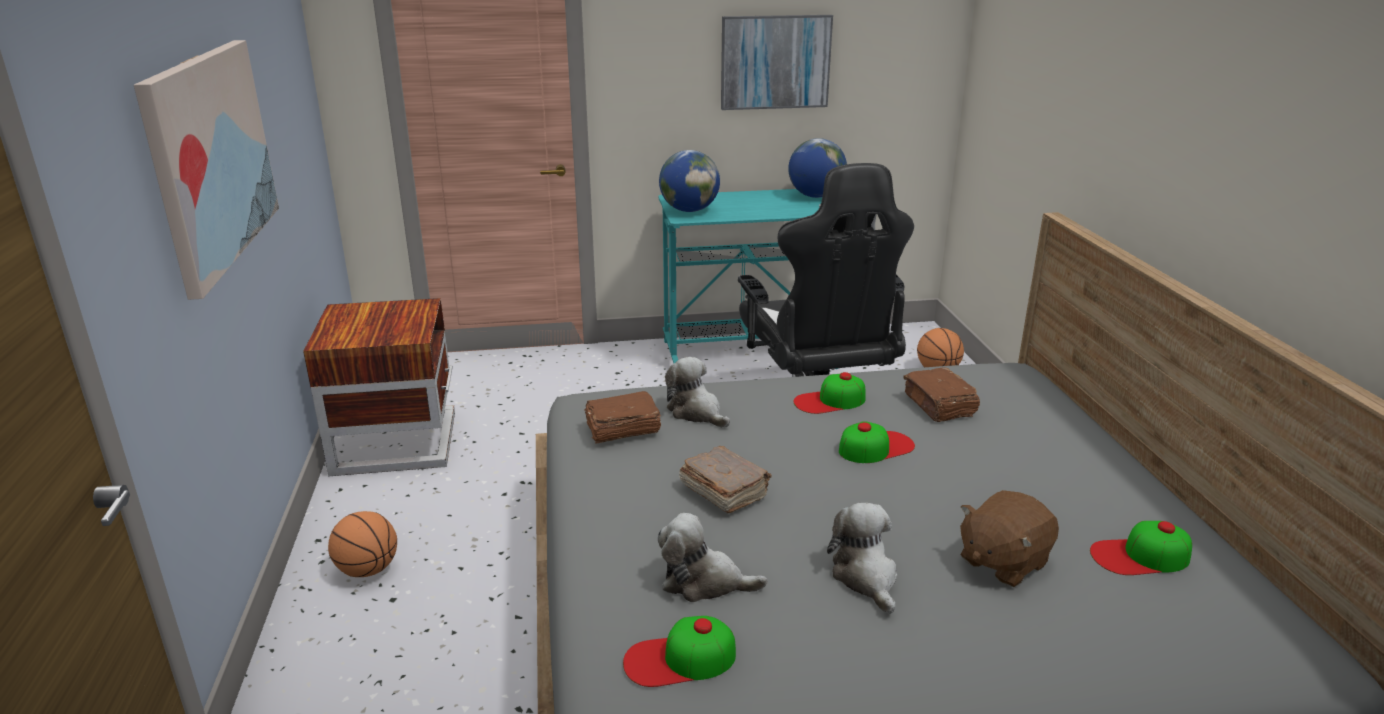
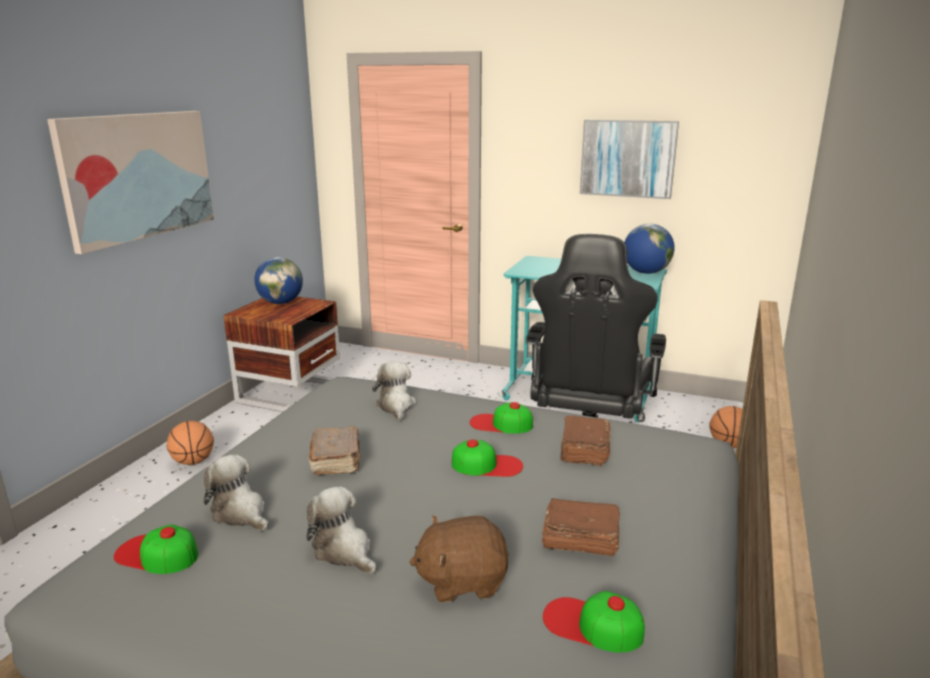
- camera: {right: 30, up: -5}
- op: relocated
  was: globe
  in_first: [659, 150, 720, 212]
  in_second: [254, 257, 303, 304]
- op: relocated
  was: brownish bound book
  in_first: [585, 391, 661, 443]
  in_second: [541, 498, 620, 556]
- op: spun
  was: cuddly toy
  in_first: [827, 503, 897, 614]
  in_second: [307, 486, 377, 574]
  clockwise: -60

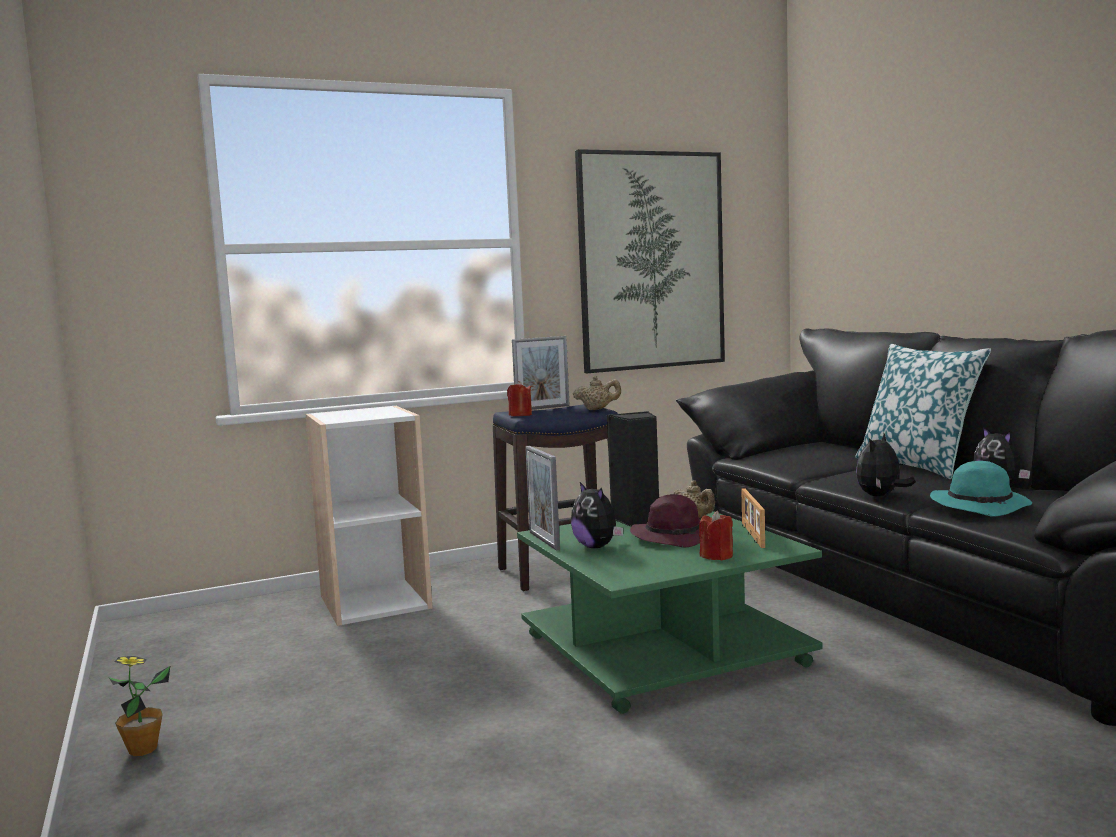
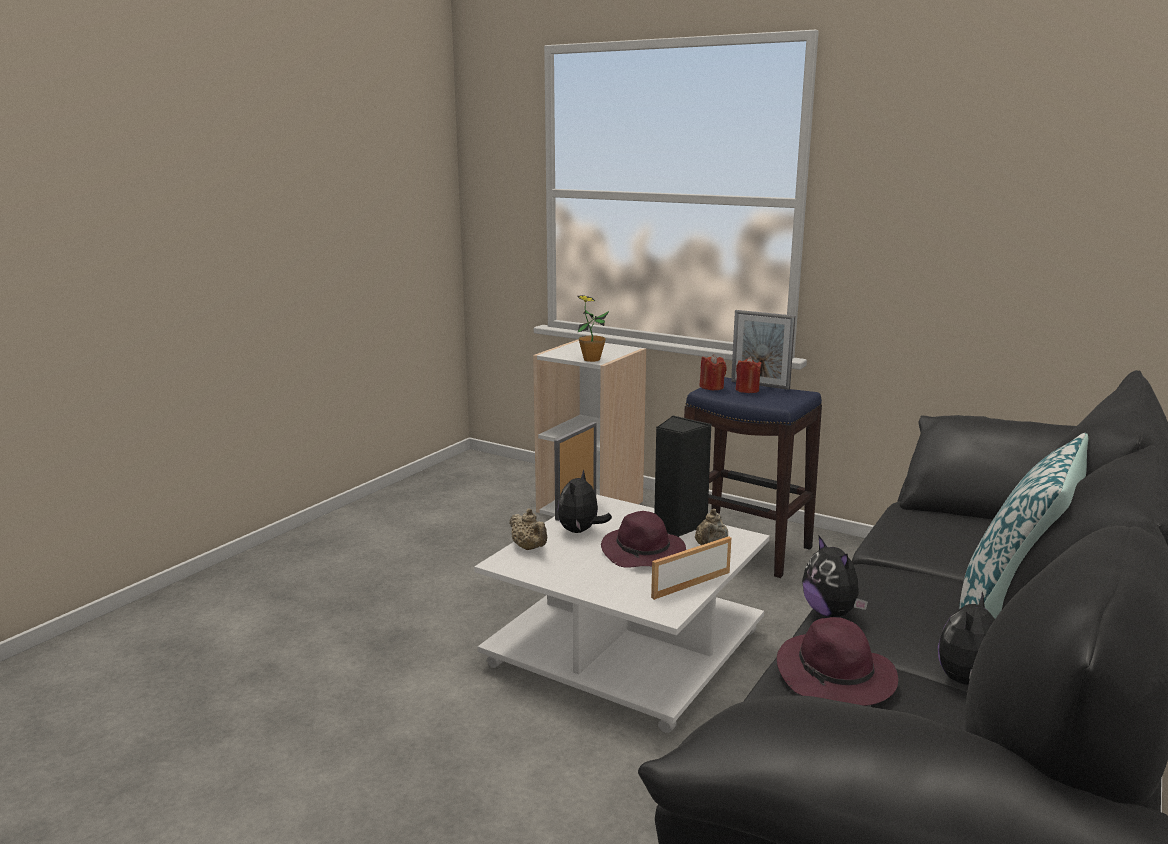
- camera: {right: 55, up: 10}
- op: missing
  was: wall art
  in_first: [575, 149, 725, 373]
- op: relocated
  was: beige teapot
  in_first: [573, 376, 621, 410]
  in_second: [509, 508, 547, 550]
- op: spun
  was: cuddly toy
  in_first: [856, 434, 916, 496]
  in_second: [802, 536, 868, 617]
  clockwise: -120
- op: colour
  was: turquoise-coloured clothing hat
  now: purple clothing hat
  in_first: [930, 461, 1032, 516]
  in_second: [777, 617, 898, 706]
- op: colour
  was: green-coloured lounge table
  now: white lounge table
  in_first: [517, 511, 822, 714]
  in_second: [474, 494, 769, 733]
- op: relocated
  was: red wax candle
  in_first: [699, 511, 733, 560]
  in_second: [736, 357, 761, 393]
- op: relocated
  was: houseplant
  in_first: [108, 656, 170, 756]
  in_second: [577, 295, 609, 362]

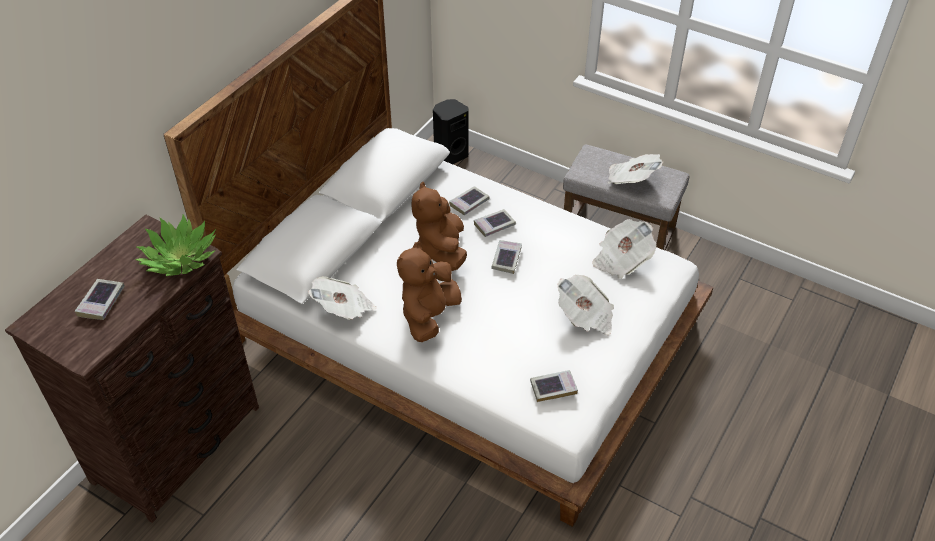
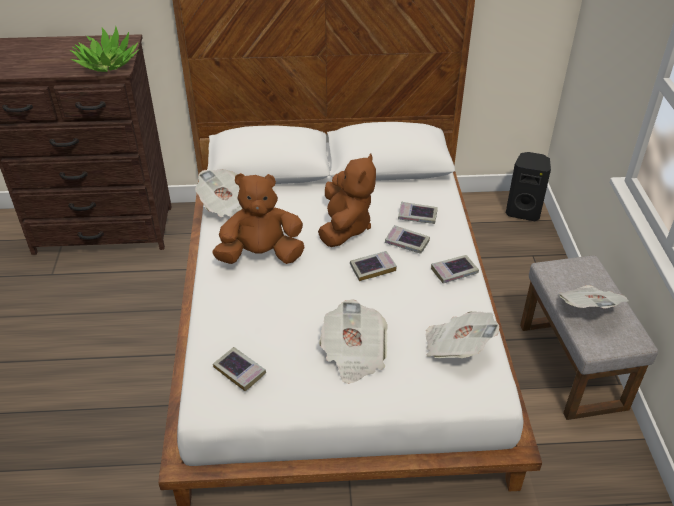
- camera: {right: 55, up: -5}
- op: spun
  was: brownish cuddly toy
  in_first: [411, 182, 467, 271]
  in_second: [318, 153, 376, 247]
  clockwise: 135
- op: relocated
  was: bound book
  in_first: [75, 279, 125, 320]
  in_second: [431, 255, 479, 284]

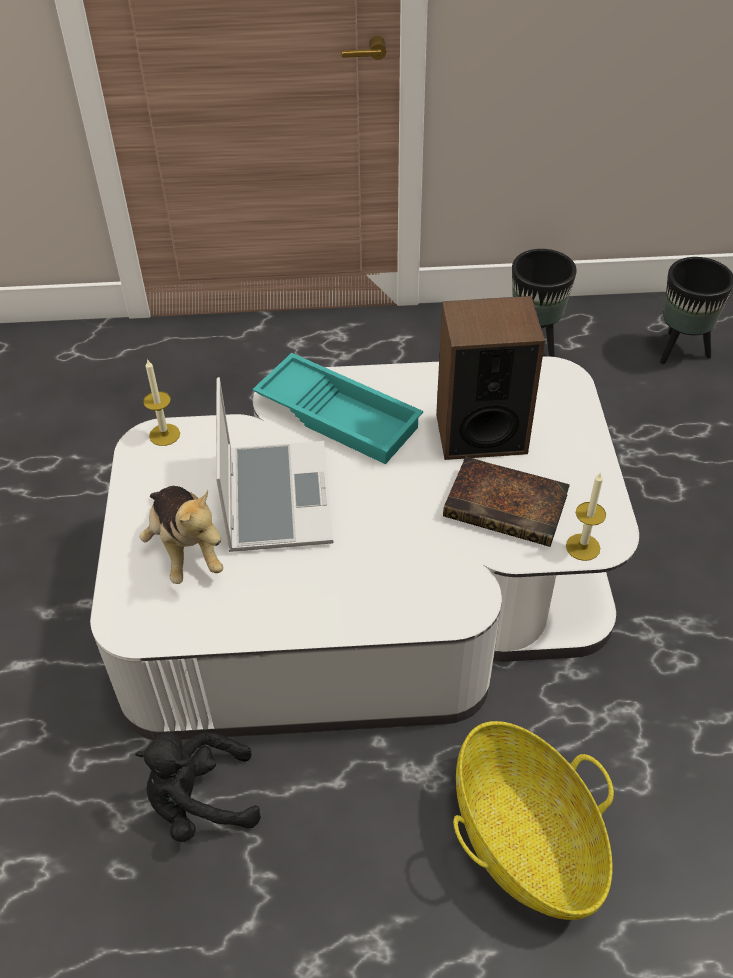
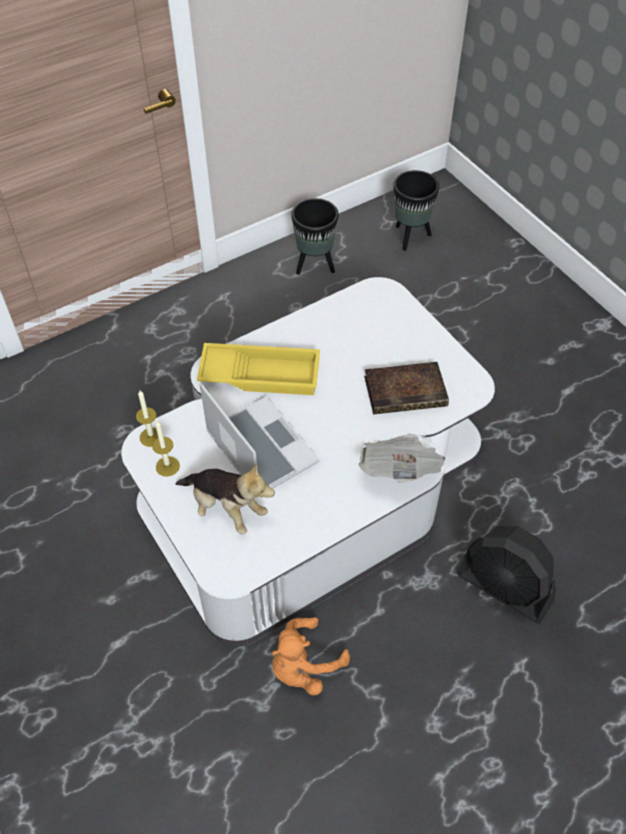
- camera: {right: -30, up: 5}
- op: missing
  was: speaker
  in_first: [436, 296, 545, 460]
- op: colour
  was: turquoise-coloured tray
  now: yellowish tray
  in_first: [252, 353, 423, 464]
  in_second: [197, 343, 320, 395]
- op: relocated
  was: wax candle
  in_first: [566, 472, 606, 561]
  in_second: [152, 421, 180, 477]
- op: exchanged
  was: basket
  now: black-coloured fan
  in_first: [453, 721, 614, 920]
  in_second: [457, 526, 556, 624]
- op: colour
  was: black-coloured cuddly toy
  now: orange-coloured cuddly toy
  in_first: [135, 732, 261, 842]
  in_second: [271, 617, 350, 695]
- op: appeared
  now: daily paper
  in_second: [359, 434, 445, 483]

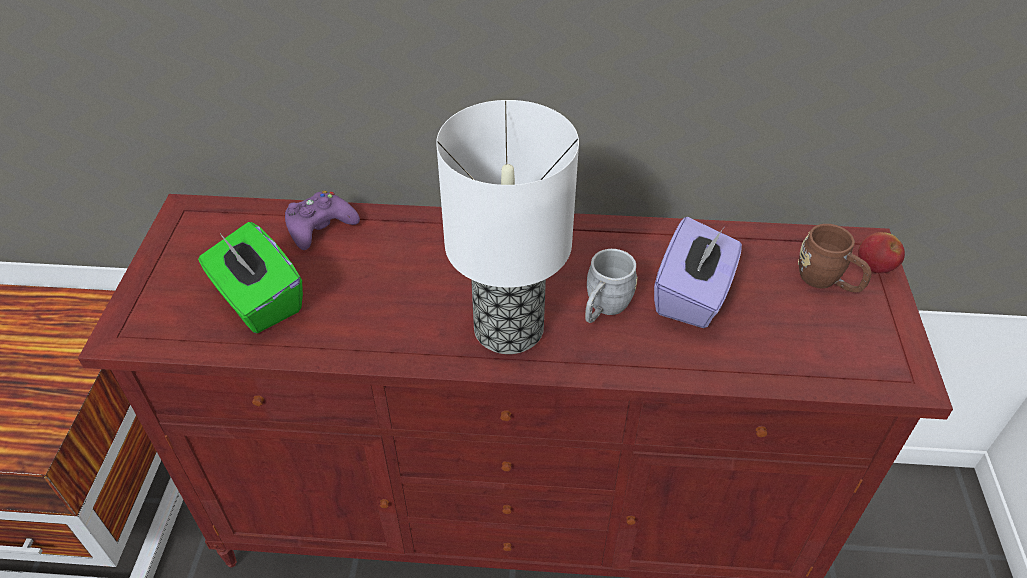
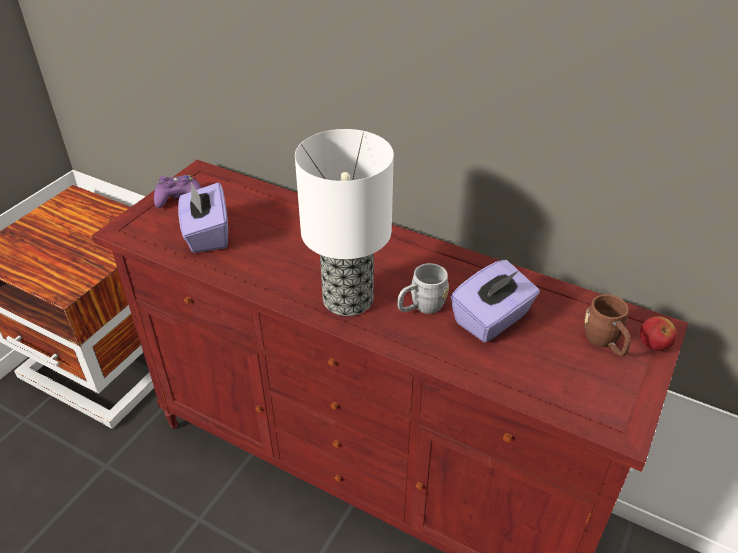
- camera: {right: 25, up: -5}
- op: relocated
  was: purple joypad
  in_first: [285, 191, 360, 250]
  in_second: [154, 175, 201, 208]
- op: colour
  was: green-coloured box of tissues
  now: purple box of tissues
  in_first: [198, 222, 303, 333]
  in_second: [178, 182, 228, 253]

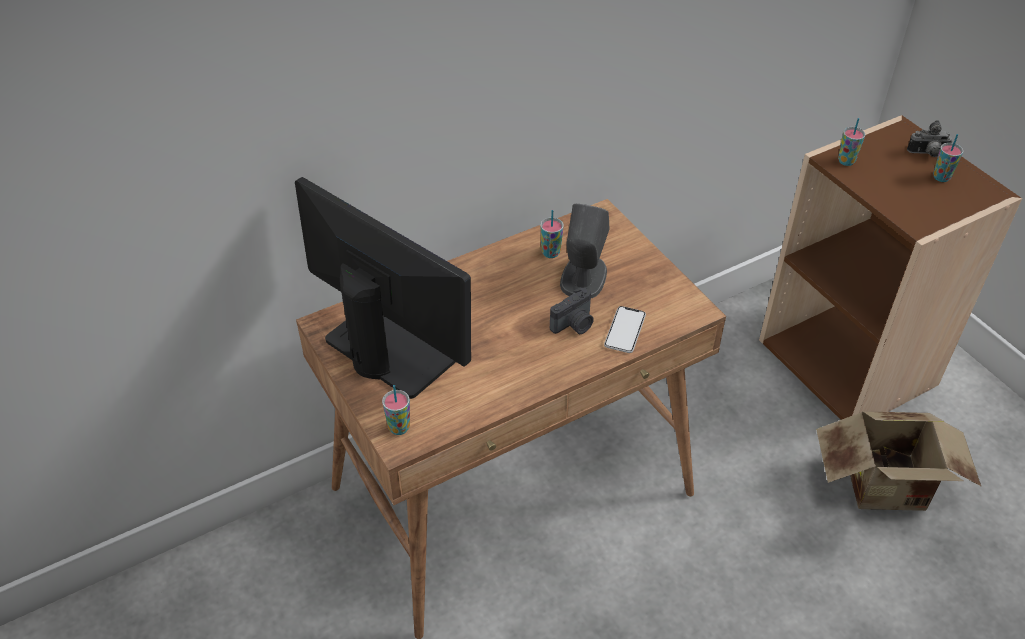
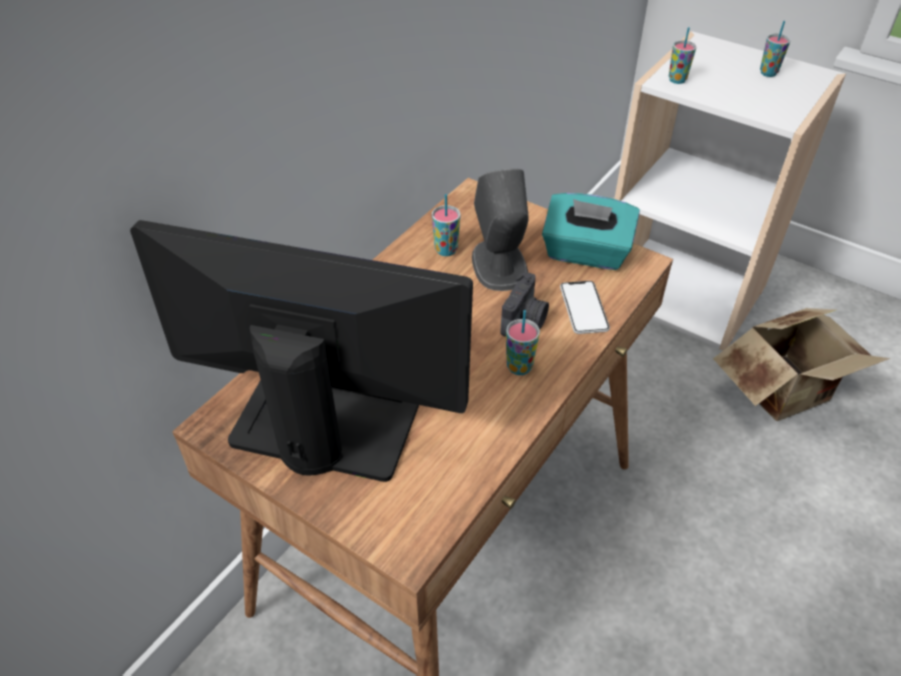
- camera: {right: -25, up: 0}
- op: colour
  was: brownish bookcase
  now: white bookcase
  in_first: [759, 115, 1022, 420]
  in_second: [615, 31, 846, 351]
- op: missing
  was: still camera
  in_first: [907, 120, 952, 157]
- op: relocated
  was: drinking cup
  in_first: [382, 385, 410, 435]
  in_second: [506, 310, 540, 375]
- op: appeared
  now: turquoise-coloured box of tissues
  in_second: [542, 193, 640, 270]

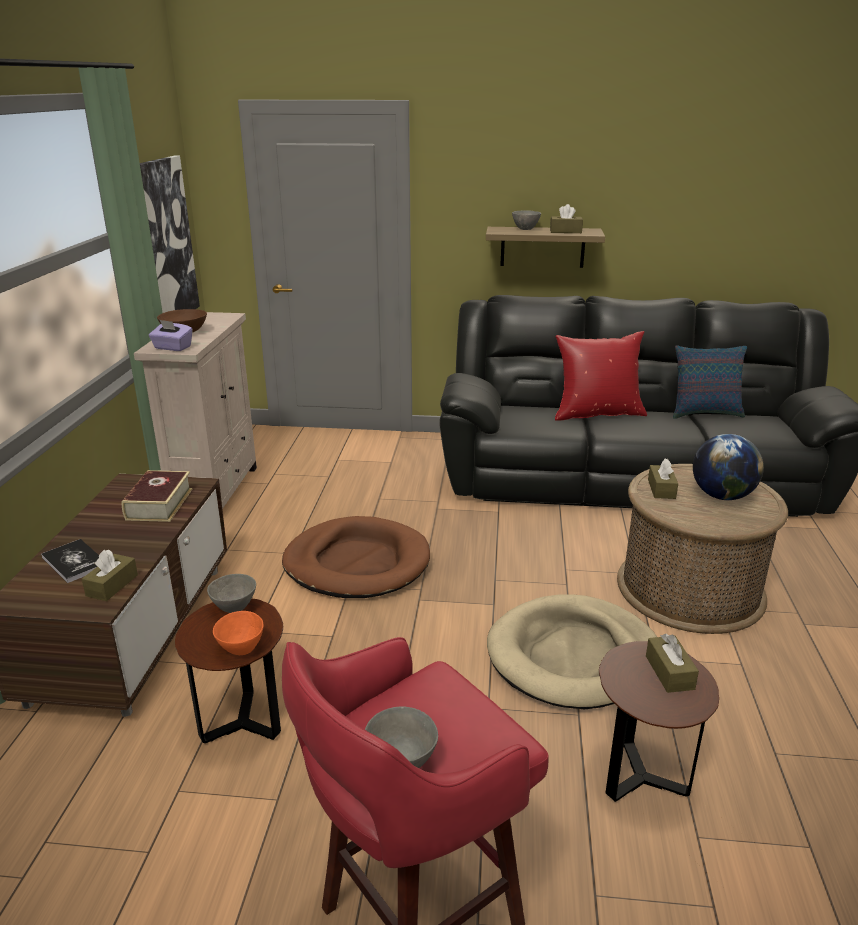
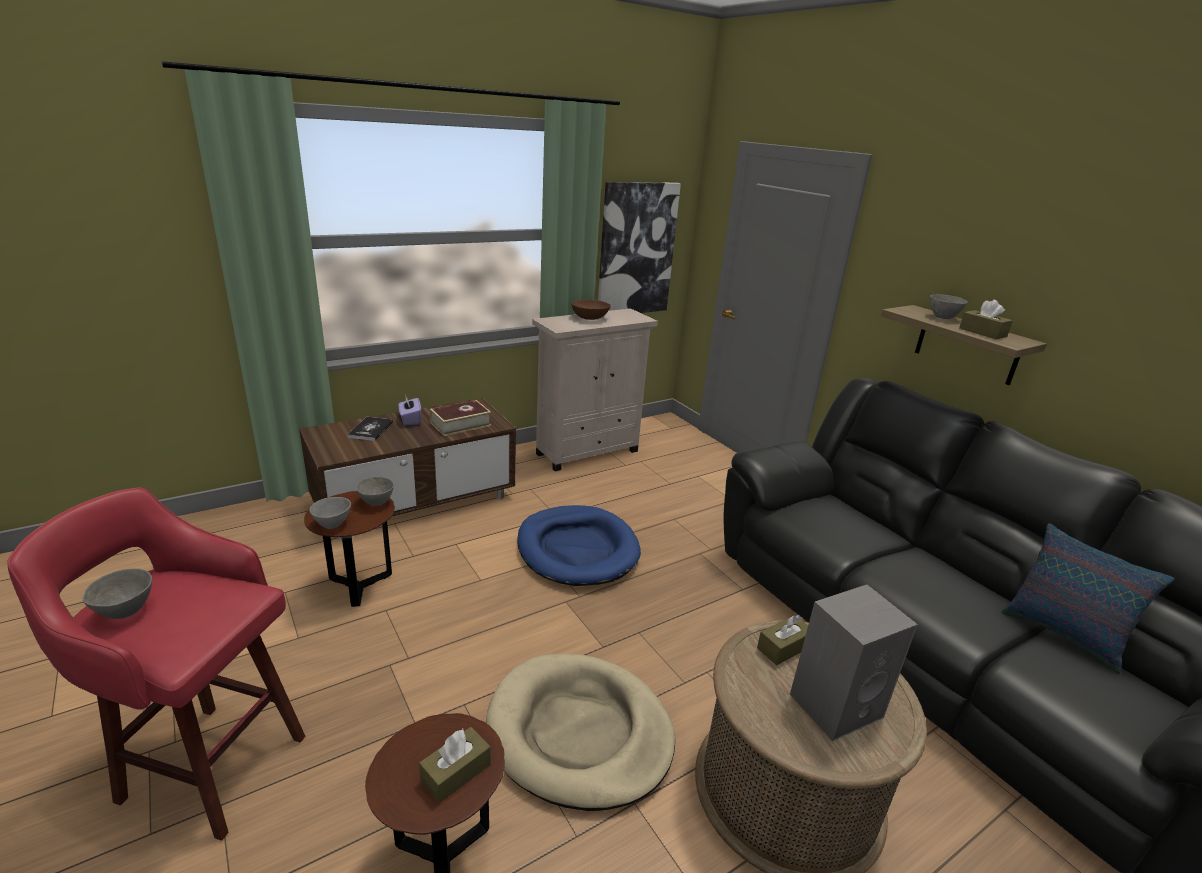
- camera: {right: 50, up: 0}
- op: relocated
  was: purple box of tissues
  in_first: [149, 320, 193, 351]
  in_second: [398, 397, 421, 425]
- op: missing
  was: red throw pillow
  in_first: [555, 331, 647, 421]
- op: exchanged
  was: globe
  now: gray speaker
  in_first: [693, 434, 764, 500]
  in_second: [790, 585, 918, 741]
- op: colour
  was: brownish pet bed
  now: blue-coloured pet bed
  in_first: [282, 516, 430, 598]
  in_second: [517, 505, 641, 586]
- op: missing
  was: brownish box of tissues
  in_first: [82, 550, 138, 601]
- op: colour
  was: orange-coloured serving bowl
  now: gray serving bowl
  in_first: [213, 611, 264, 655]
  in_second: [309, 497, 351, 529]

